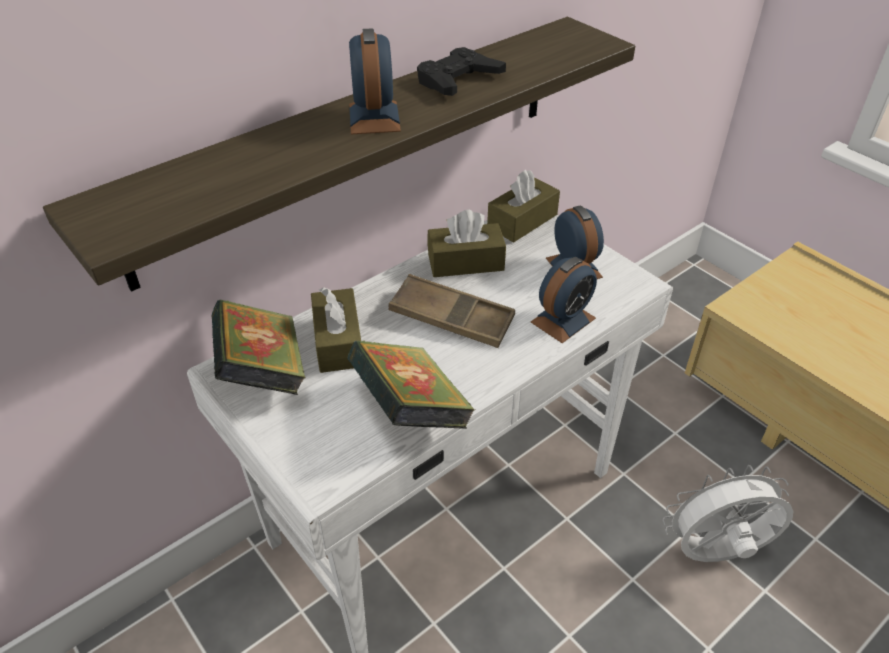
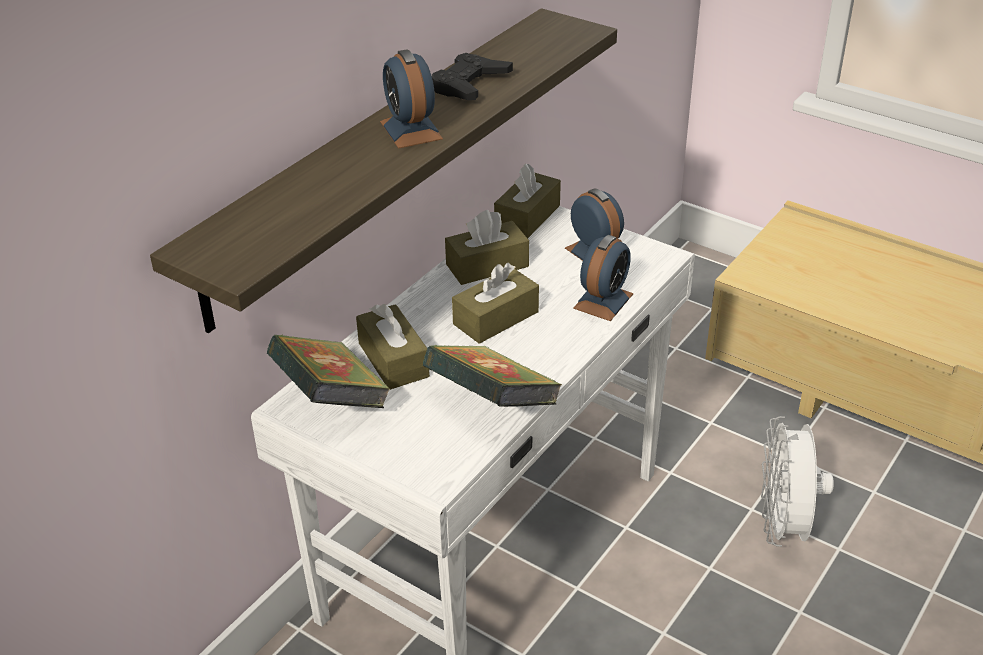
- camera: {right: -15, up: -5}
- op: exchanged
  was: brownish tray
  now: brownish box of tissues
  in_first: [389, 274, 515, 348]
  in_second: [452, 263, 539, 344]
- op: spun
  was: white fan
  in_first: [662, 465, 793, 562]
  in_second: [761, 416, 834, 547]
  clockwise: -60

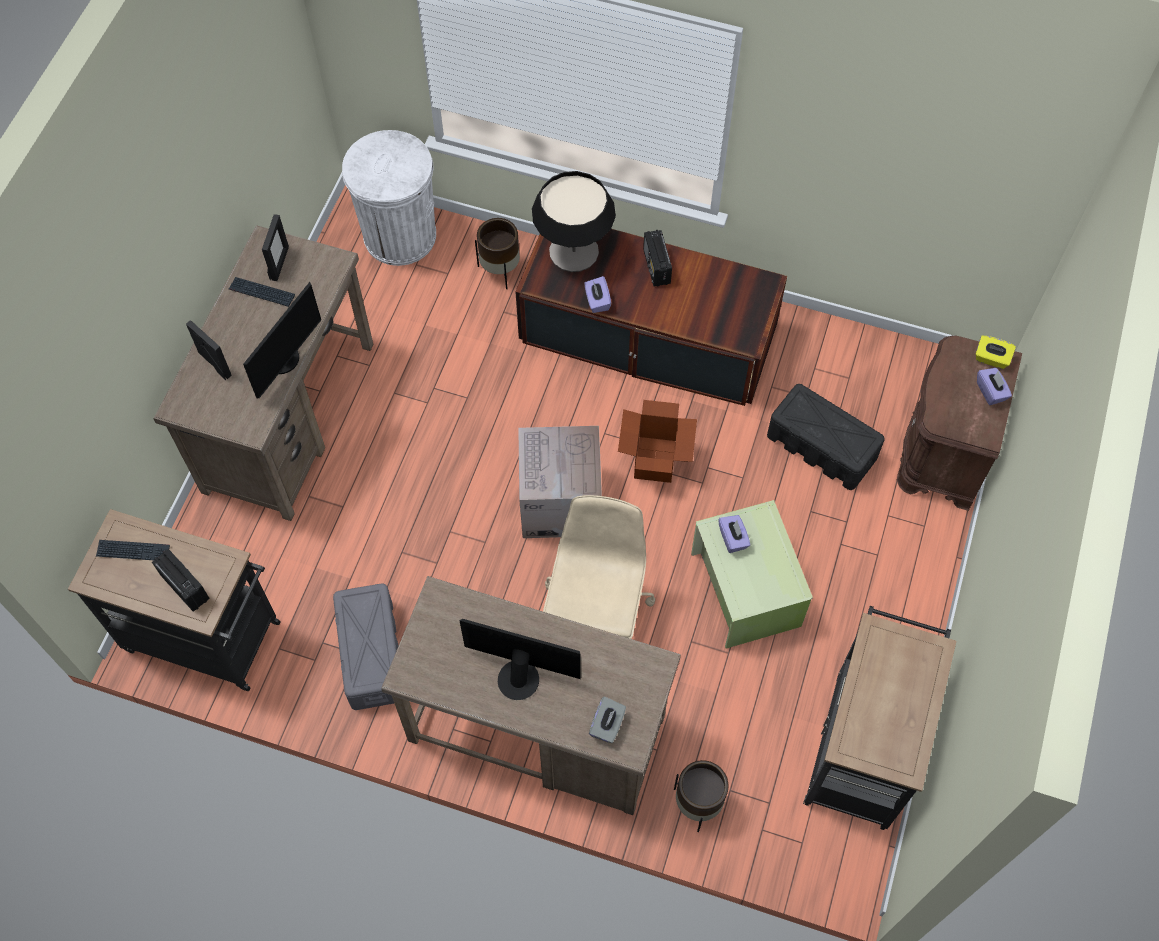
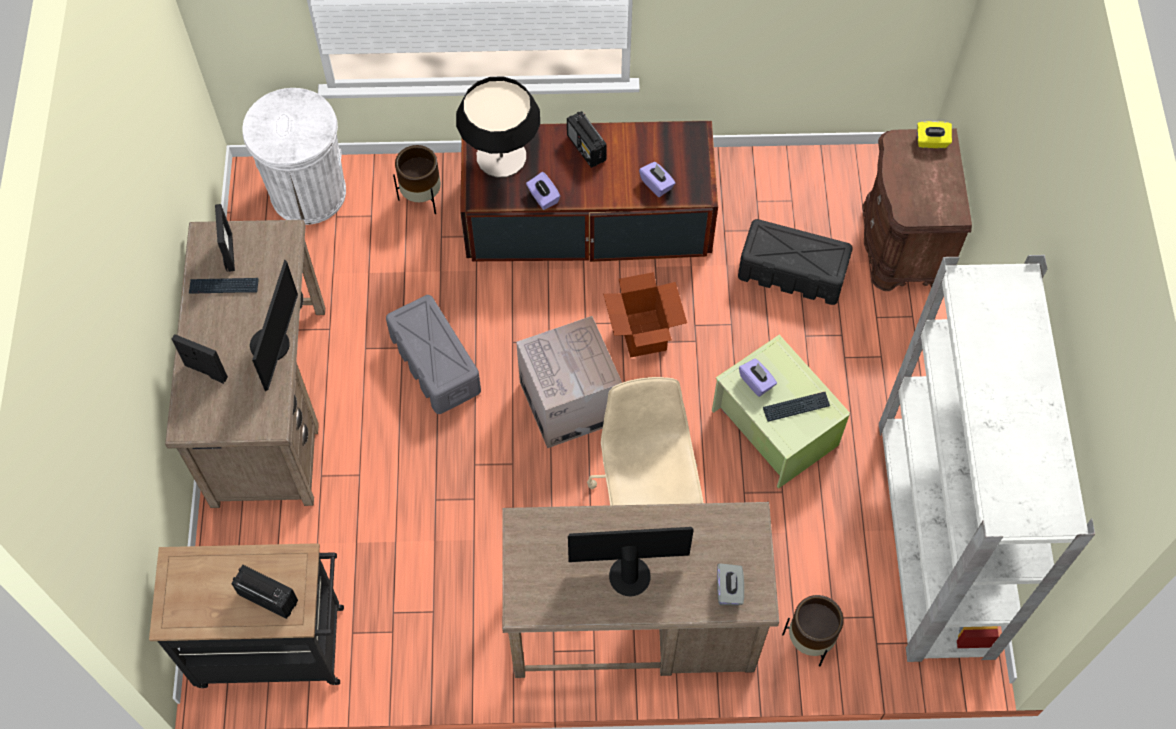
- camera: {right: -20, up: 0}
- op: relocated
  was: purple box of tissues
  in_first: [977, 368, 1012, 405]
  in_second: [639, 162, 675, 197]
- op: relocated
  was: computer keyboard
  in_first: [96, 540, 170, 560]
  in_second: [763, 392, 830, 422]
- op: relocated
  was: gray storage box
  in_first: [333, 583, 398, 710]
  in_second: [386, 295, 481, 414]
- op: exchanged
  was: black-coloured trolley
  now: white bookcase
  in_first: [803, 606, 956, 830]
  in_second: [879, 255, 1095, 662]

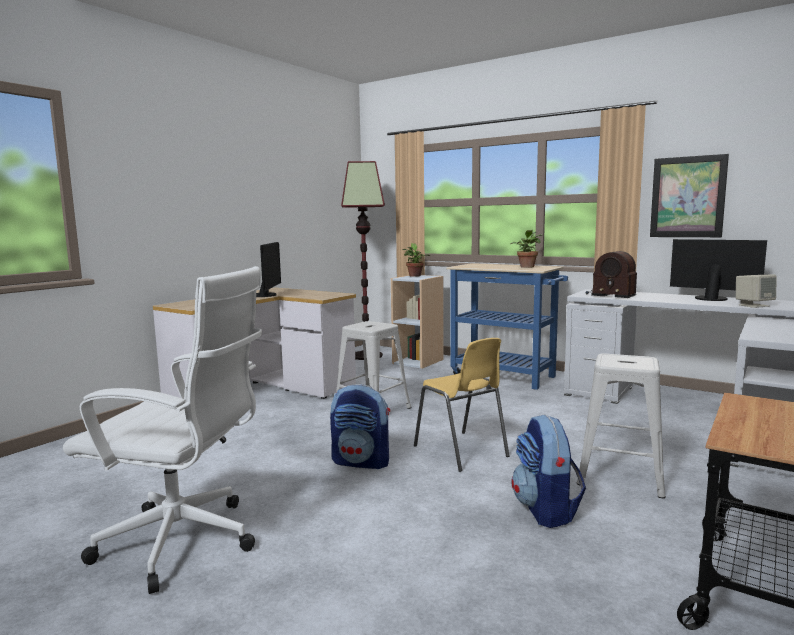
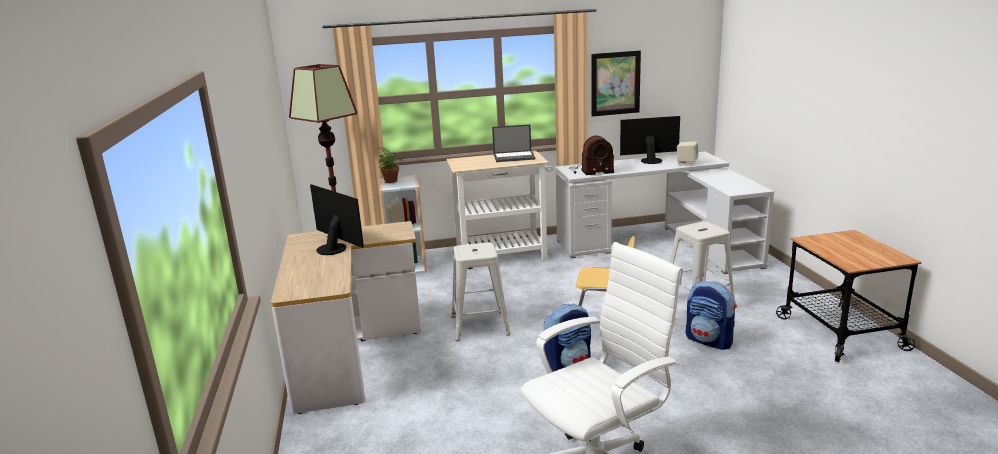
- camera: {right: -45, up: 10}
- op: exchanged
  was: houseplant
  now: portable computer
  in_first: [510, 230, 542, 268]
  in_second: [492, 124, 536, 162]
- op: colour
  was: blue-coloured trolley
  now: white trolley
  in_first: [446, 263, 568, 390]
  in_second: [447, 150, 554, 269]

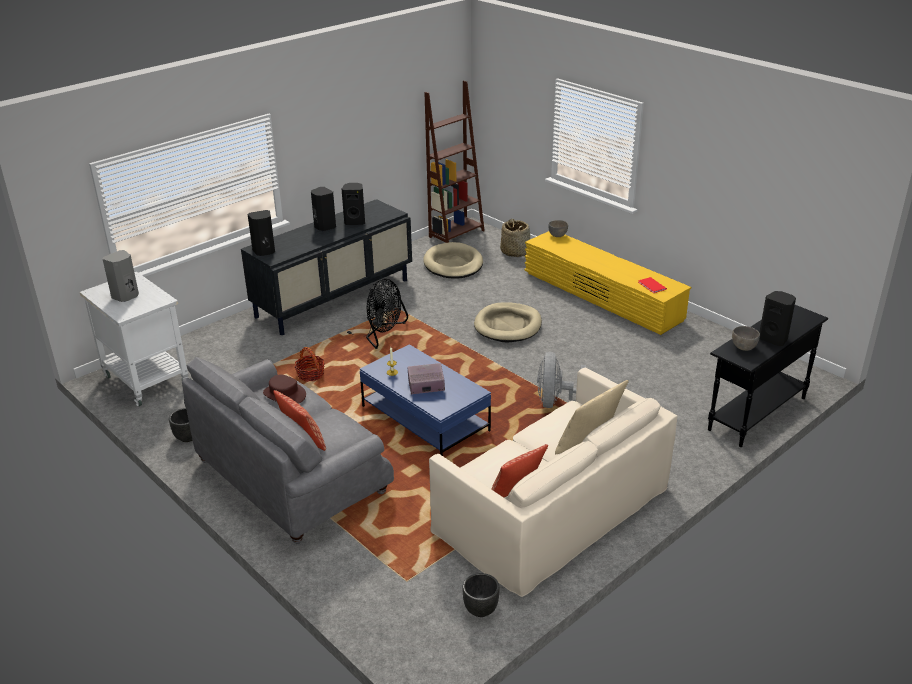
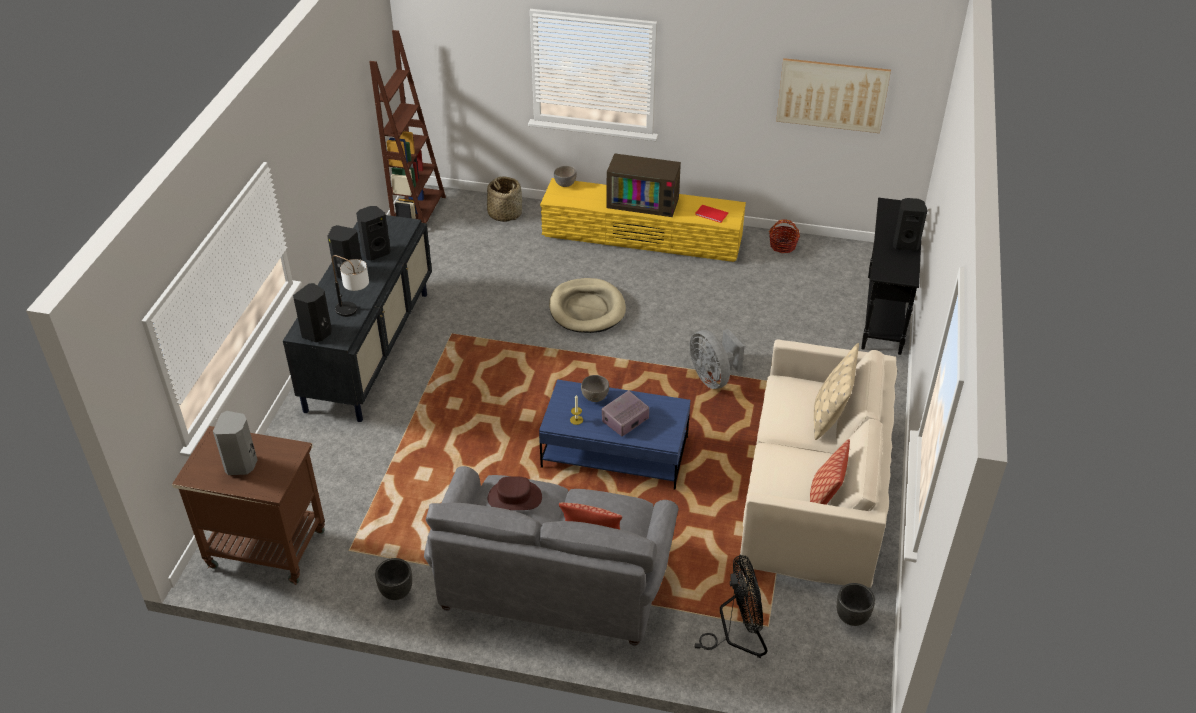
- camera: {right: -35, up: 10}
- op: missing
  was: beige pet bed
  in_first: [423, 242, 483, 279]
- op: colour
  was: white trolley
  now: brownish trolley
  in_first: [80, 272, 188, 406]
  in_second: [172, 426, 325, 585]
- op: relocated
  was: black-coloured fan
  in_first: [347, 279, 408, 349]
  in_second: [695, 554, 767, 658]
- op: relocated
  was: gray serving bowl
  in_first: [732, 326, 760, 351]
  in_second: [581, 375, 609, 402]
- op: relocated
  was: basket
  in_first: [295, 347, 325, 382]
  in_second: [769, 220, 800, 253]
- op: appeared
  now: wall art
  in_second: [776, 58, 891, 133]
- op: appeared
  now: TV set
  in_second: [606, 153, 681, 217]
- op: appeared
  now: lamp for a table
  in_second: [332, 255, 369, 317]

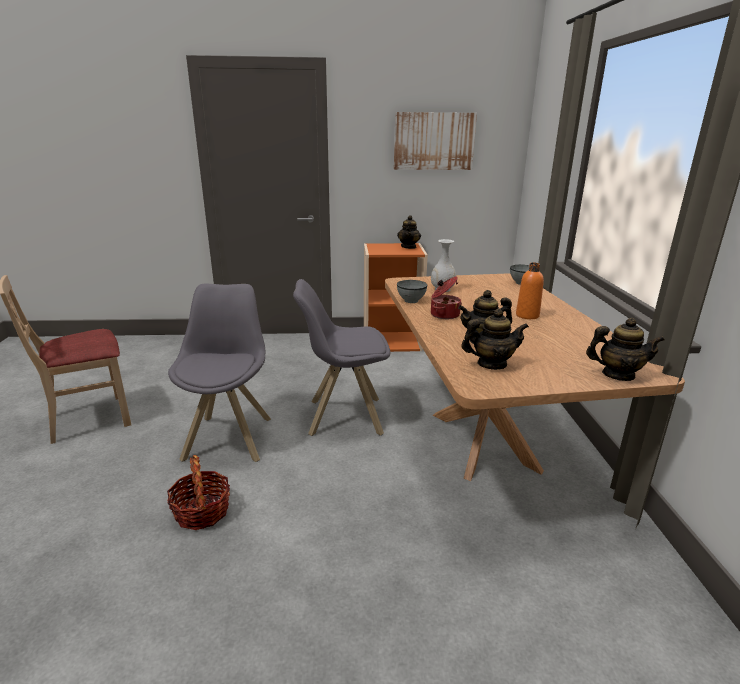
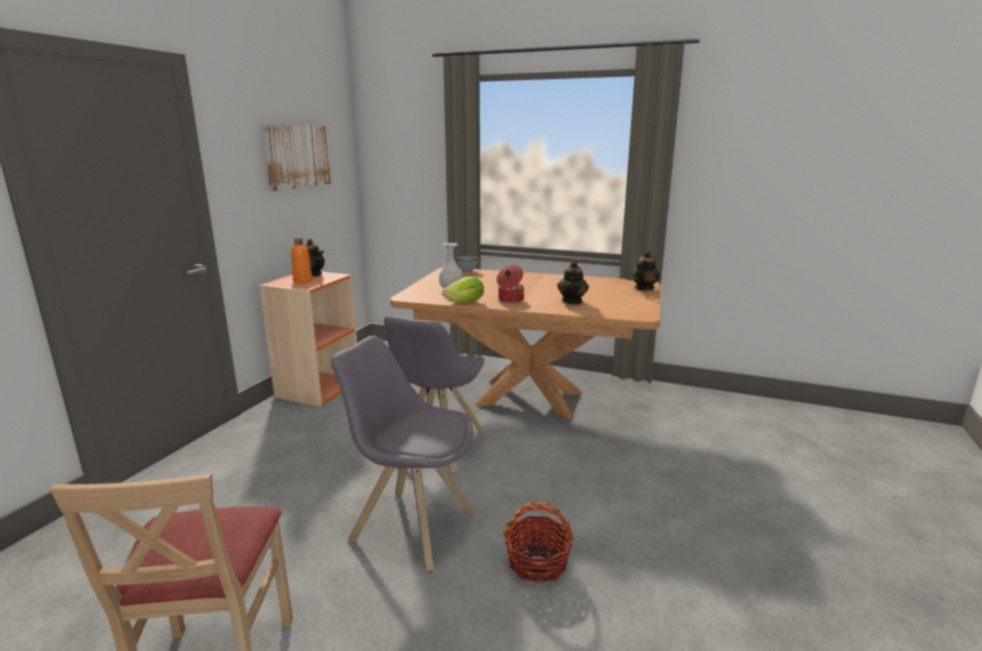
- camera: {right: -65, up: -5}
- op: relocated
  was: orange-coloured bottle
  in_first: [516, 263, 544, 319]
  in_second: [291, 238, 312, 284]
- op: exchanged
  was: gray serving bowl
  now: lettuce head
  in_first: [397, 280, 427, 303]
  in_second: [443, 276, 484, 303]
- op: missing
  was: teapot
  in_first: [461, 309, 529, 370]

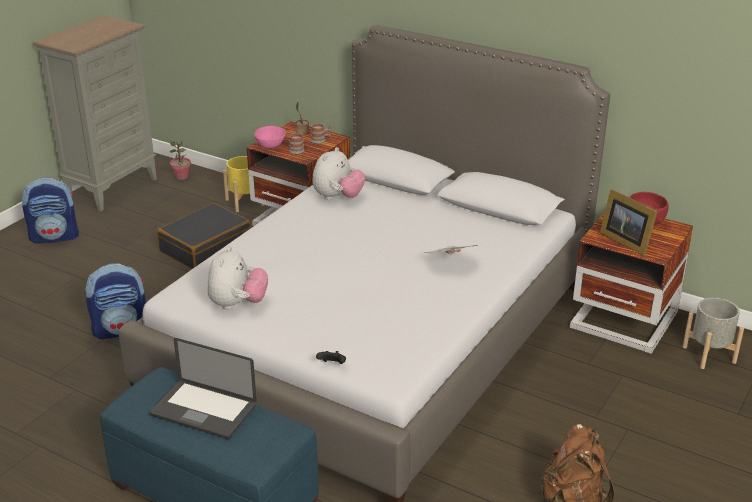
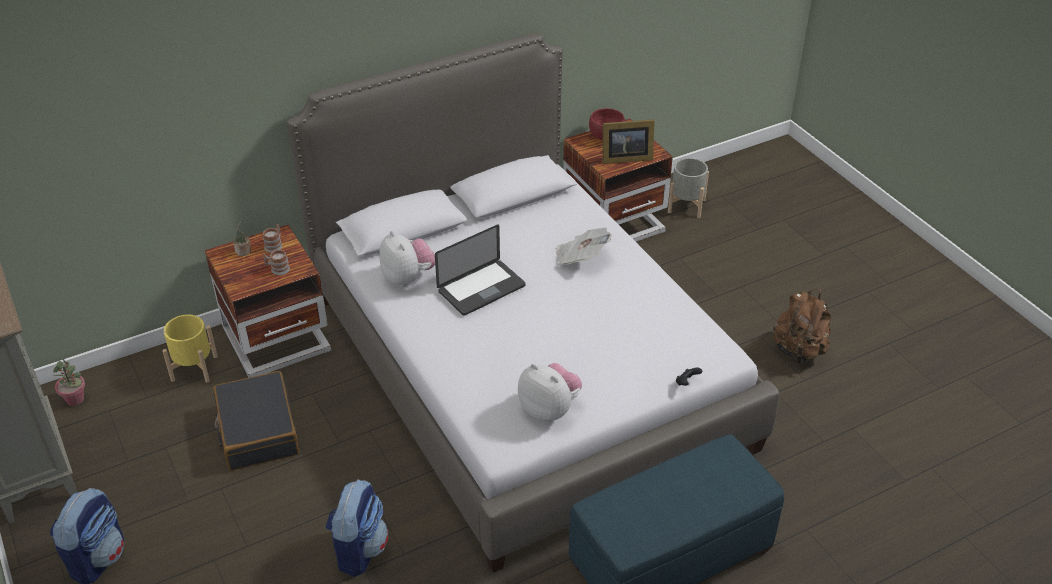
- camera: {right: -60, up: 10}
- op: missing
  was: pinkish serving bowl
  in_first: [254, 126, 286, 149]
- op: relocated
  was: portable computer
  in_first: [150, 338, 257, 439]
  in_second: [435, 225, 526, 316]

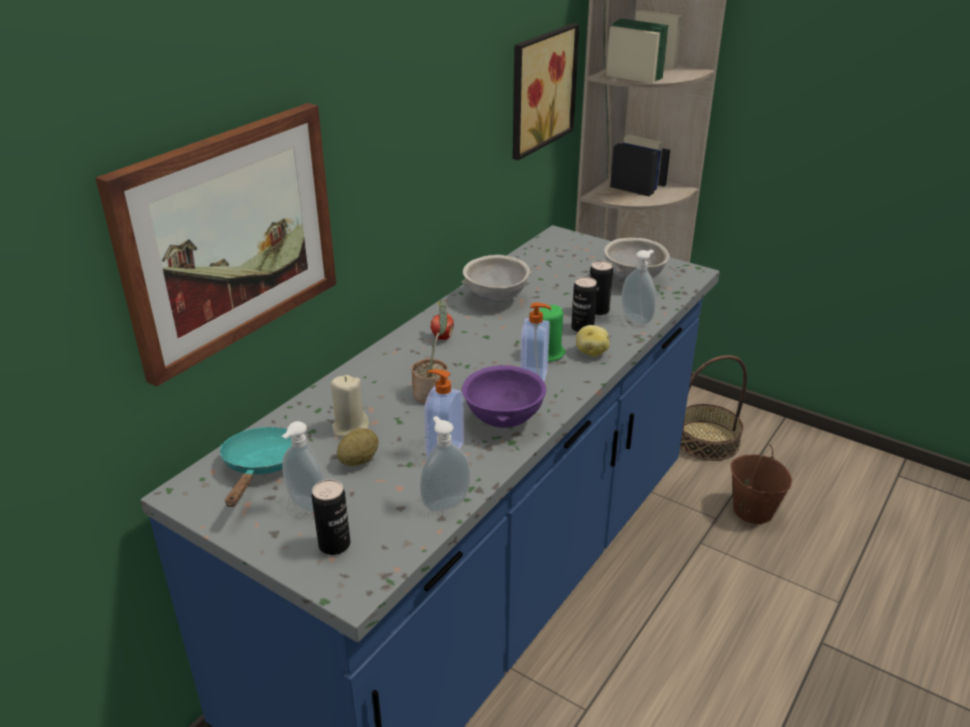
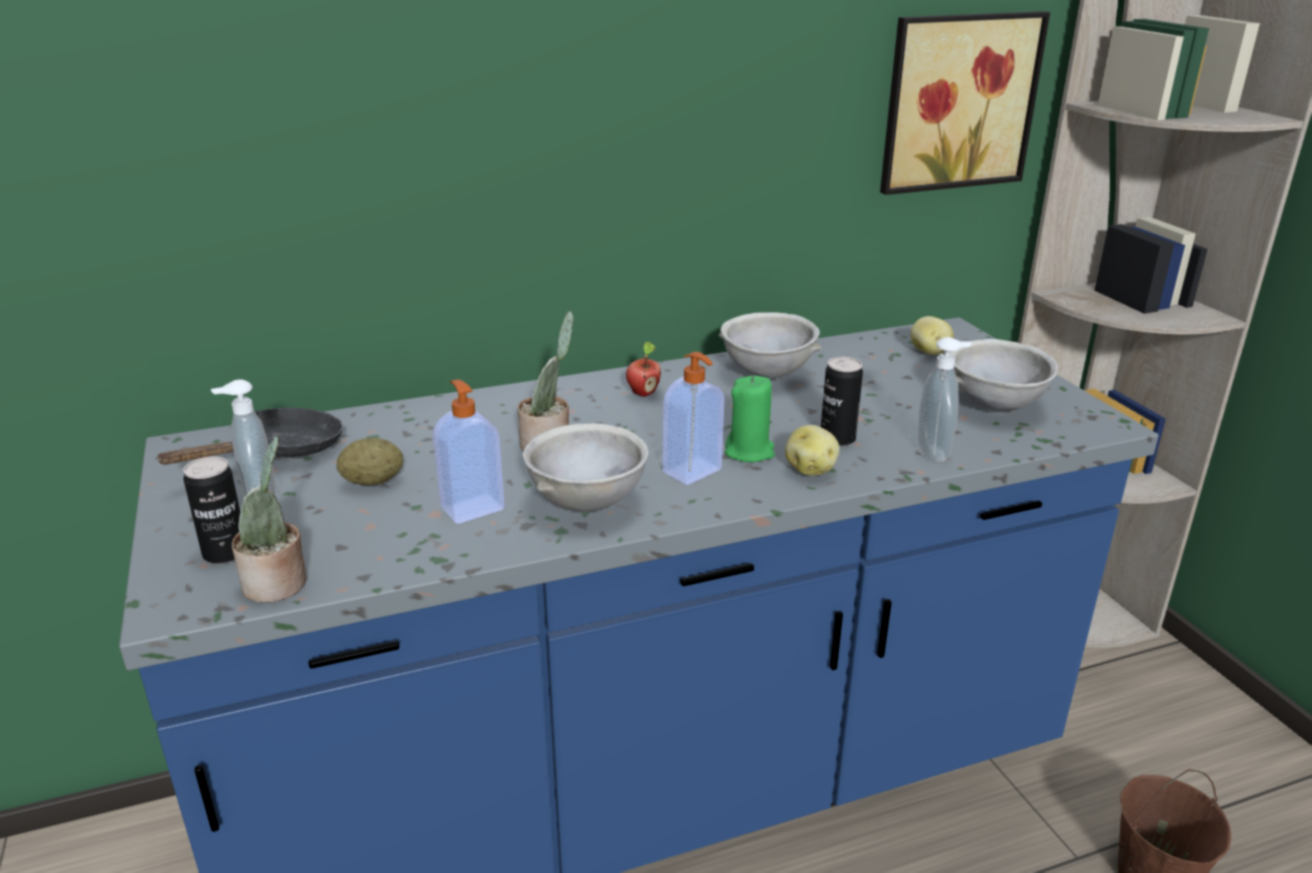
- camera: {right: 35, up: -5}
- op: missing
  was: wall art
  in_first: [96, 103, 336, 387]
- op: missing
  was: metal can
  in_first: [590, 260, 613, 315]
- op: missing
  was: basket
  in_first: [680, 355, 747, 461]
- op: colour
  was: purple serving bowl
  now: gray serving bowl
  in_first: [462, 365, 546, 428]
  in_second: [522, 423, 649, 512]
- op: missing
  was: beige wax candle
  in_first: [331, 375, 369, 437]
- op: missing
  was: soap bottle
  in_first: [420, 416, 471, 512]
- op: colour
  was: turquoise-coloured frying pan
  now: black-coloured frying pan
  in_first: [220, 427, 292, 507]
  in_second: [155, 408, 343, 465]
- op: appeared
  now: spud
  in_second: [910, 316, 954, 355]
- op: appeared
  now: houseplant
  in_second: [232, 437, 306, 603]

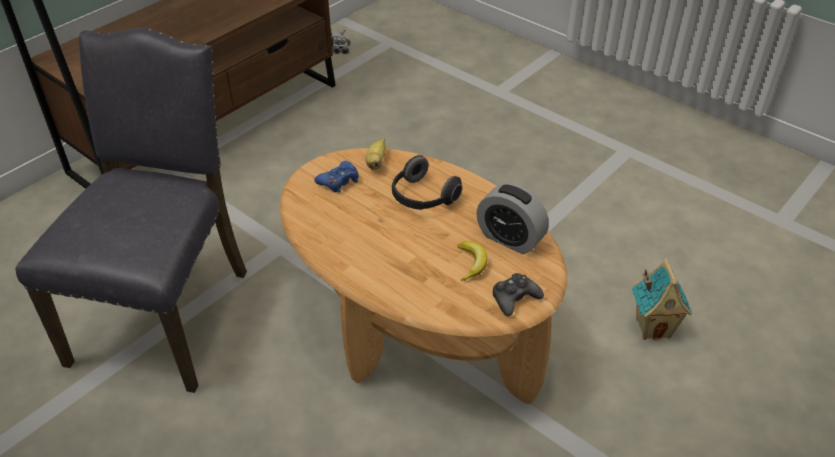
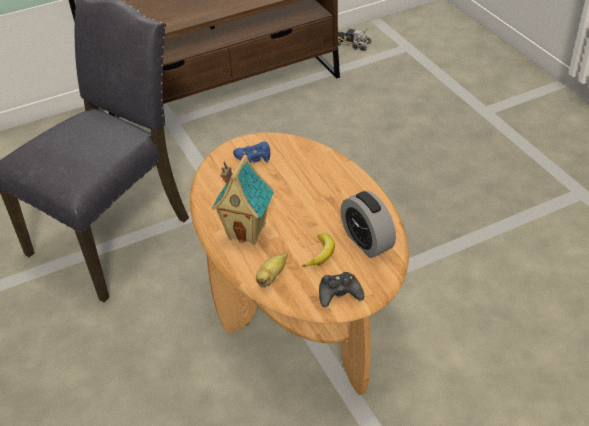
- camera: {right: 25, up: 0}
- op: relocated
  was: banana
  in_first: [366, 138, 386, 170]
  in_second: [256, 252, 287, 287]
- op: missing
  was: pair of headphones
  in_first: [392, 155, 463, 210]
- op: relocated
  was: toy house
  in_first: [632, 258, 692, 340]
  in_second: [212, 155, 274, 244]

